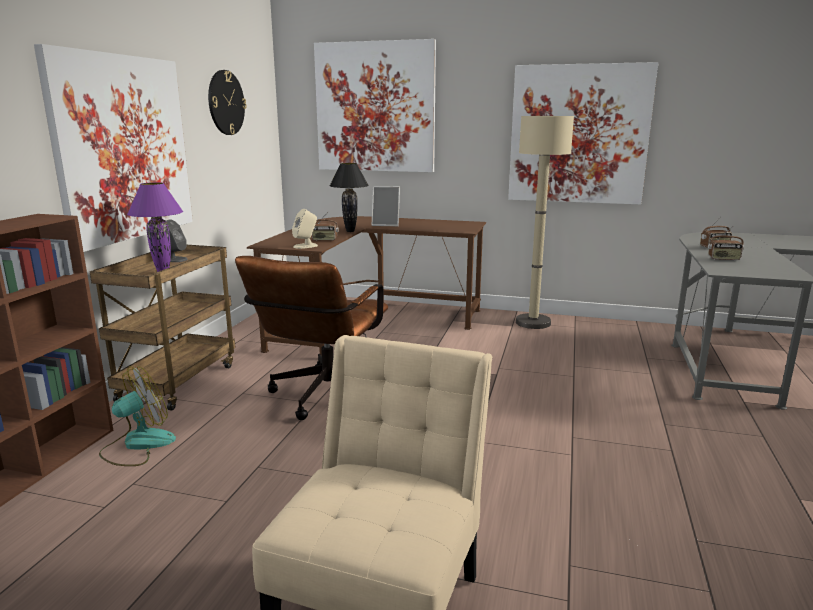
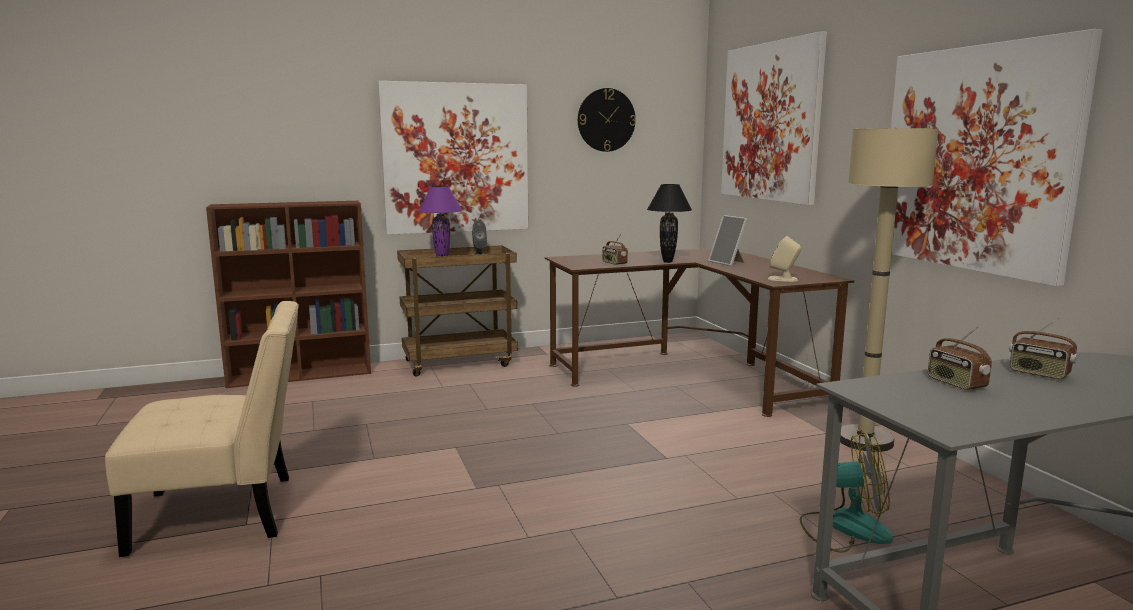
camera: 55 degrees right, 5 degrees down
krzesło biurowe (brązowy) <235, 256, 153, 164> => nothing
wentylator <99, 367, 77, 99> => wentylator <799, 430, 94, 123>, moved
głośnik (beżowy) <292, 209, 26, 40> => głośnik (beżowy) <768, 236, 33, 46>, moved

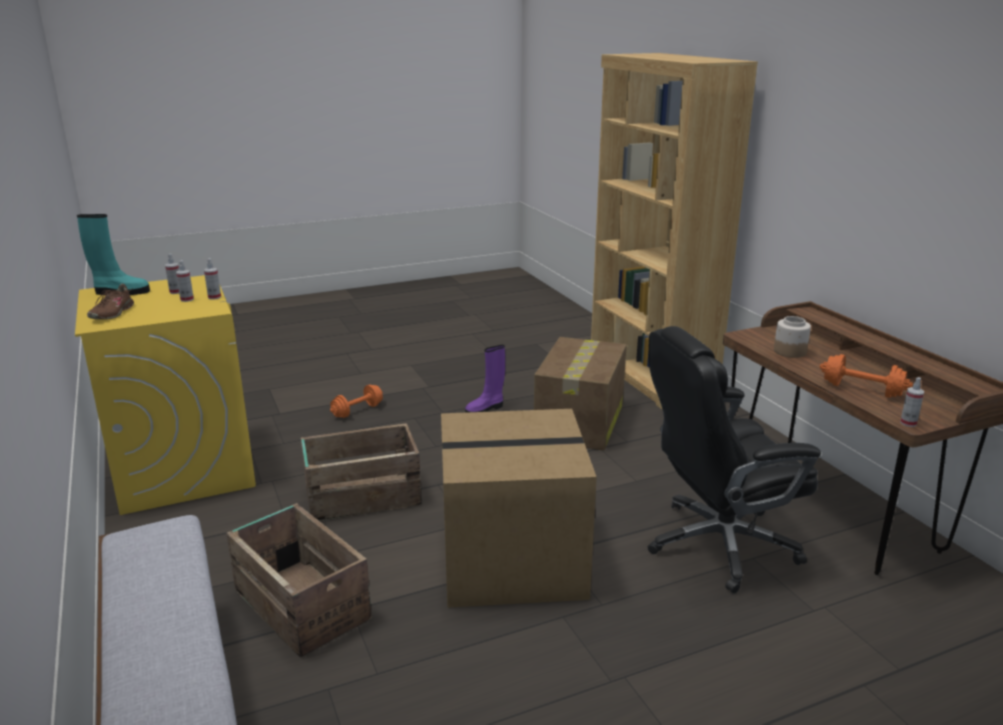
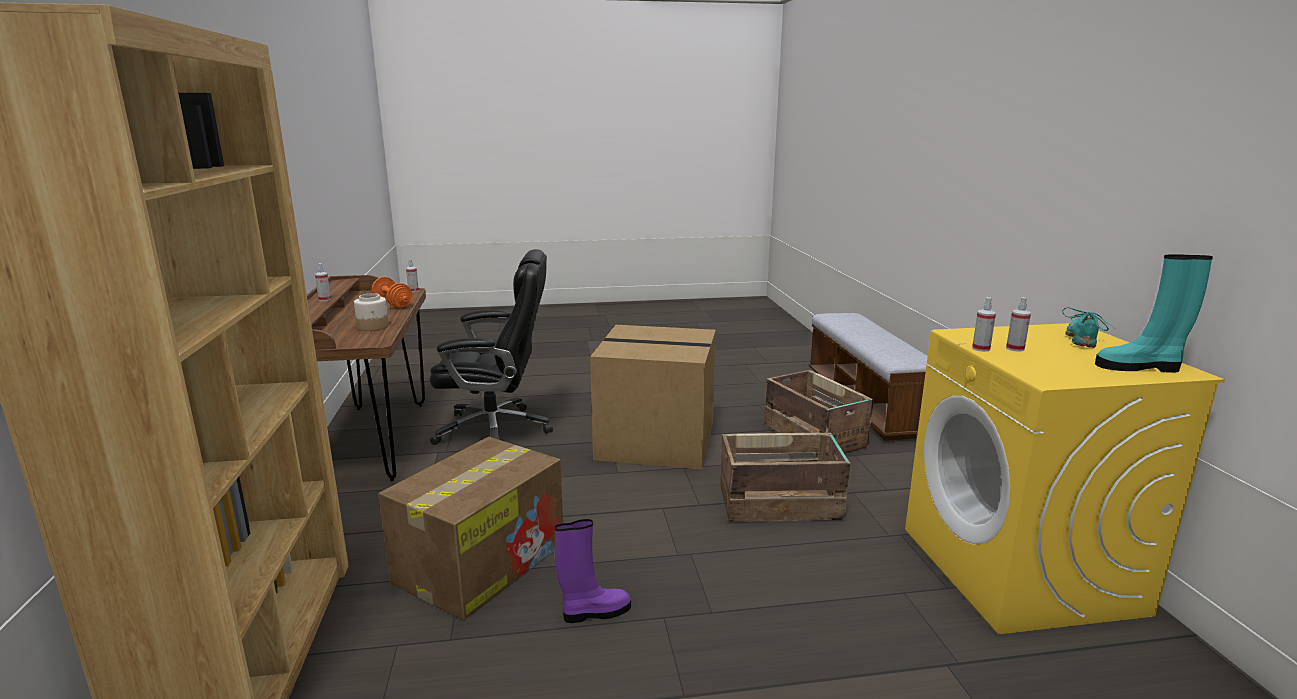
camera: 165 degrees left, 5 degrees down
hantel (pomarańczowy) <330, 385, 53, 33> => nothing
spryskiwacz <165, 254, 14, 40> => spryskiwacz <315, 263, 16, 38>, moved
but (brązowy) <87, 284, 47, 35> => but (turkusowy) <1063, 307, 51, 41>

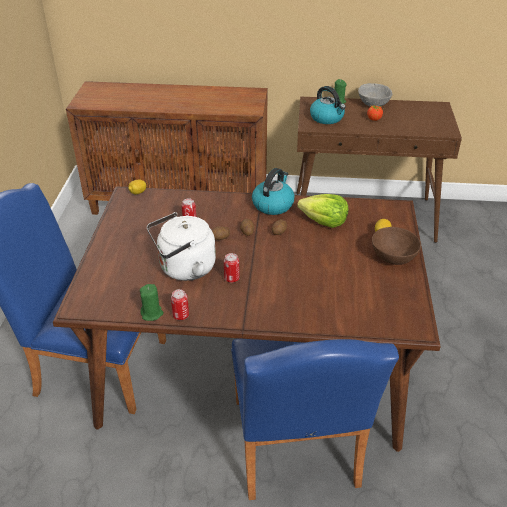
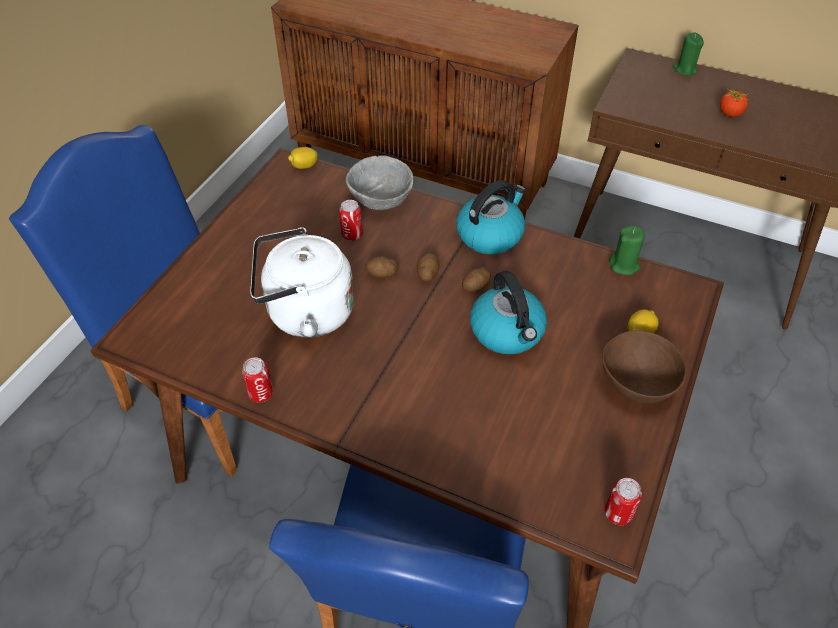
camera: 20 degrees right, 10 degrees up
sałata <297, 194, 52, 34> => nothing
świeca (zielony) <140, 284, 23, 37> => świeca (zielony) <609, 225, 36, 50>, moved
puszka <224, 253, 16, 30> => puszka <605, 478, 37, 47>, moved
czajnik <310, 86, 36, 38> => czajnik <470, 271, 77, 83>, moved
miska (szary) <358, 83, 35, 24> => miska (szary) <346, 156, 67, 54>, moved

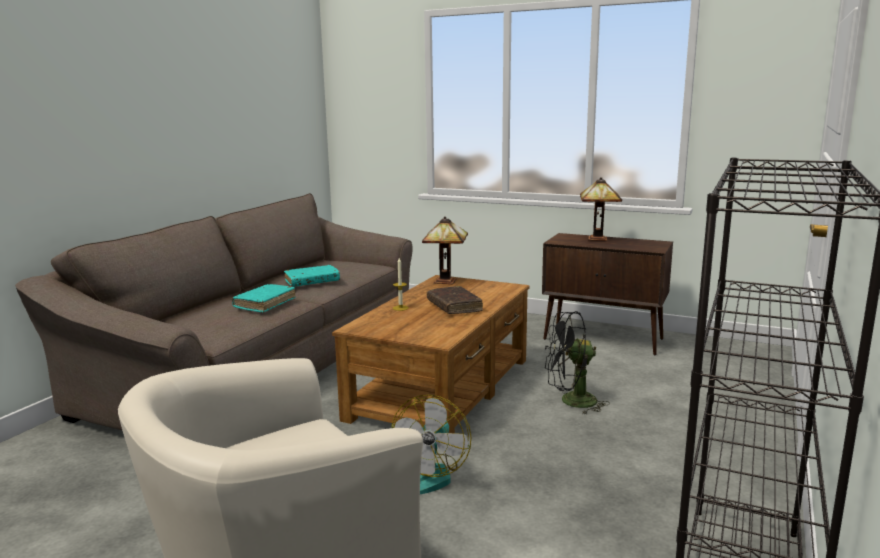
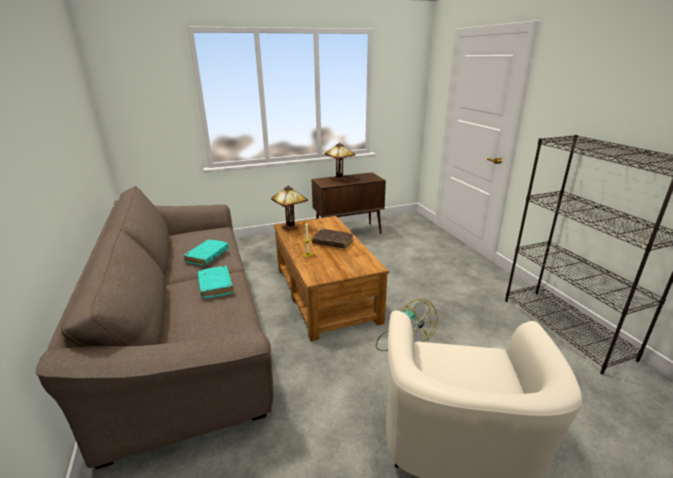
camera: 45 degrees left, 10 degrees up
wentylator (czarny) <544, 311, 66, 104> => nothing

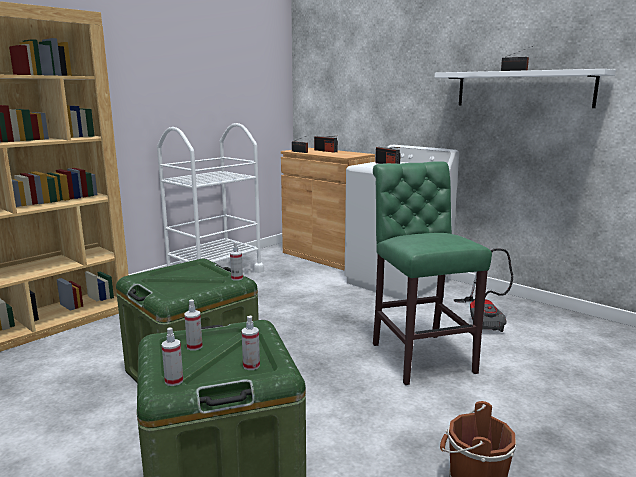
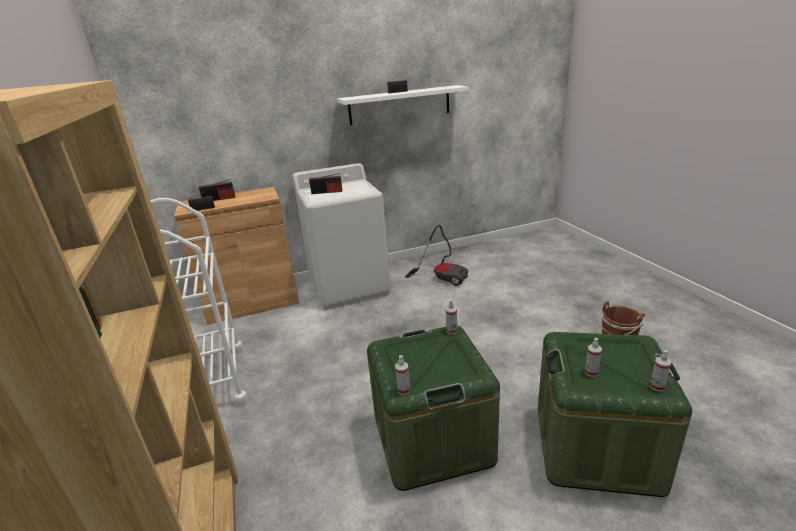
camera: 60 degrees left, 10 degrees up
stołek (zielony) <373, 161, 119, 224> => nothing
spryskiwacz <241, 316, 19, 54> => spryskiwacz <395, 355, 15, 40>, moved

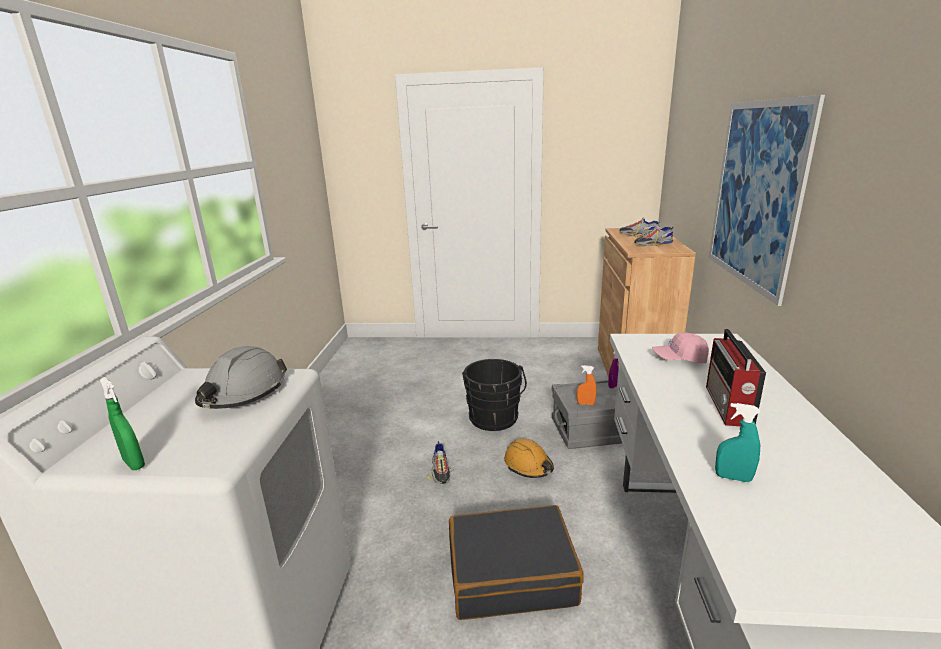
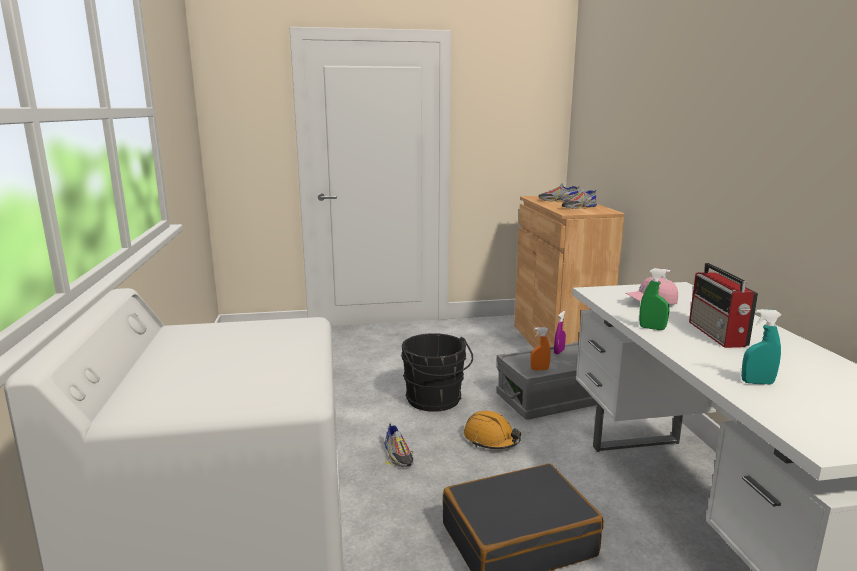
camera: 15 degrees left, 5 degrees down
kask (szary) <195, 346, 92, 63> => nothing
obraz <709, 95, 116, 211> => nothing
spryskiwacz (zielony) <100, 377, 45, 93> => spryskiwacz (zielony) <639, 268, 31, 62>, moved

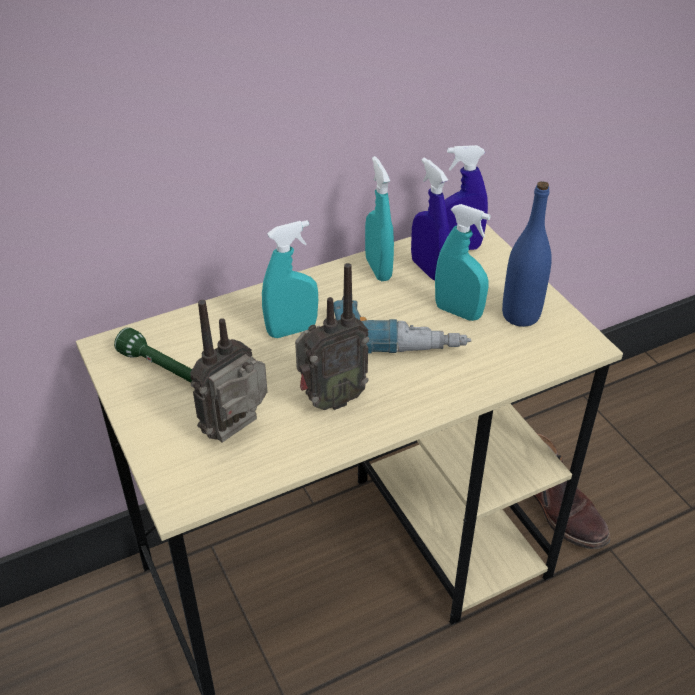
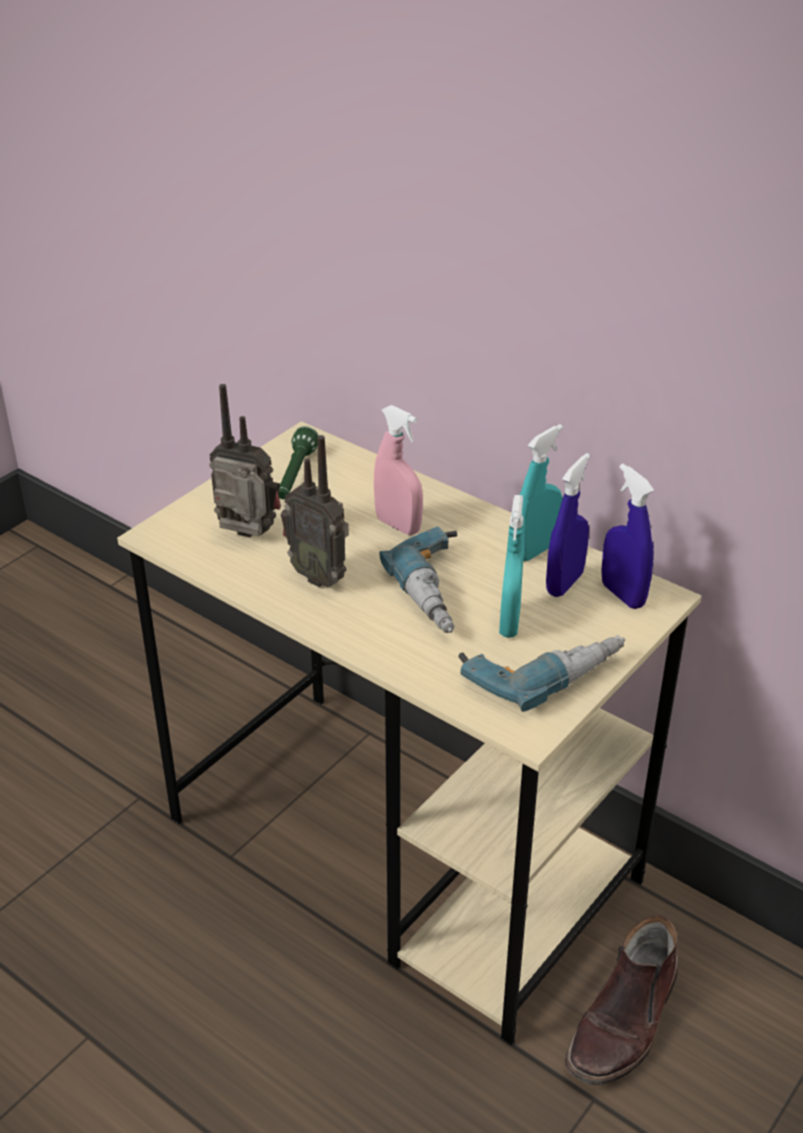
camera: 65 degrees right, 5 degrees down
butelka (niebieski) <502, 181, 50, 146> => wiertarka <458, 636, 167, 76>
spryskiwacz (turkusowy) <262, 220, 56, 118> => spryskiwacz (różowy) <374, 405, 49, 130>

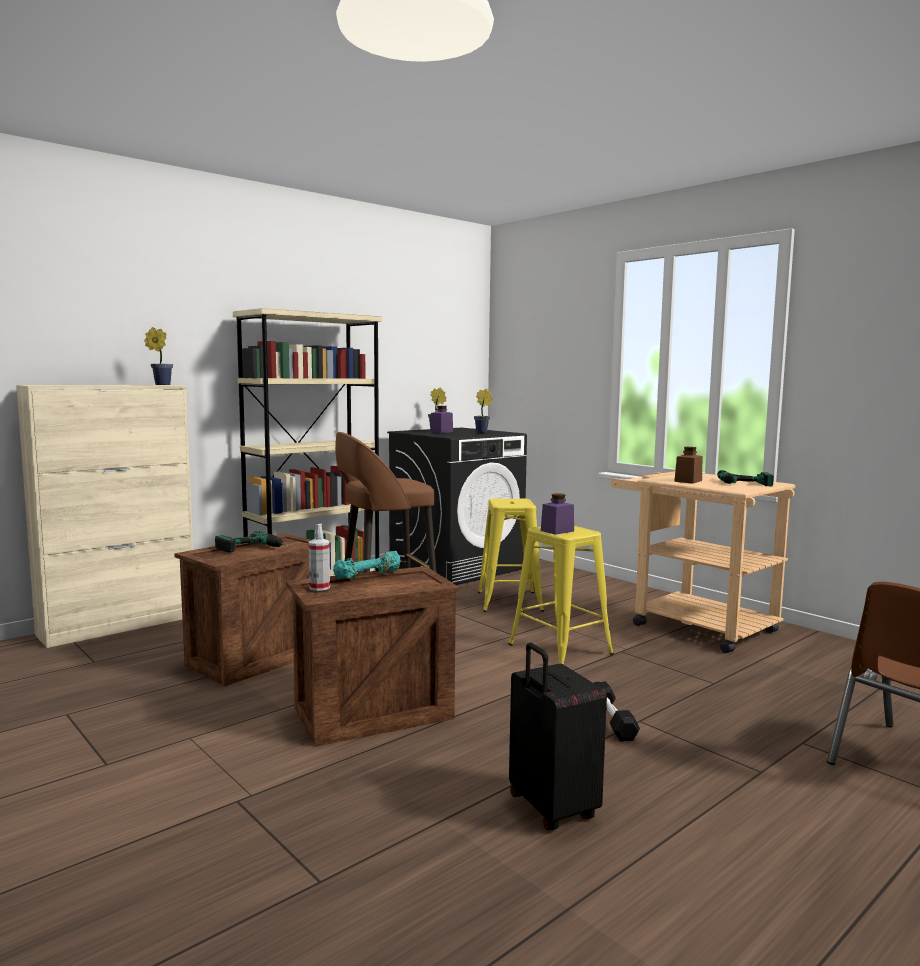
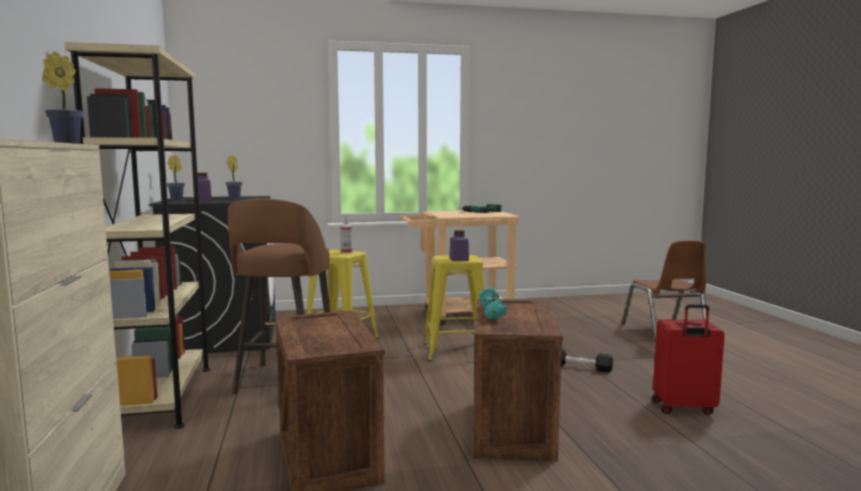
camera: 60 degrees left, 0 degrees up
wiertarka <215, 531, 72, 21> => nothing
słoik (brązowy) <674, 447, 28, 37> => nothing
spryskiwacz <309, 524, 21, 67> => spryskiwacz <340, 215, 12, 39>, moved
walizka (czarny) <509, 642, 98, 188> => walizka (czerwony) <652, 304, 73, 111>

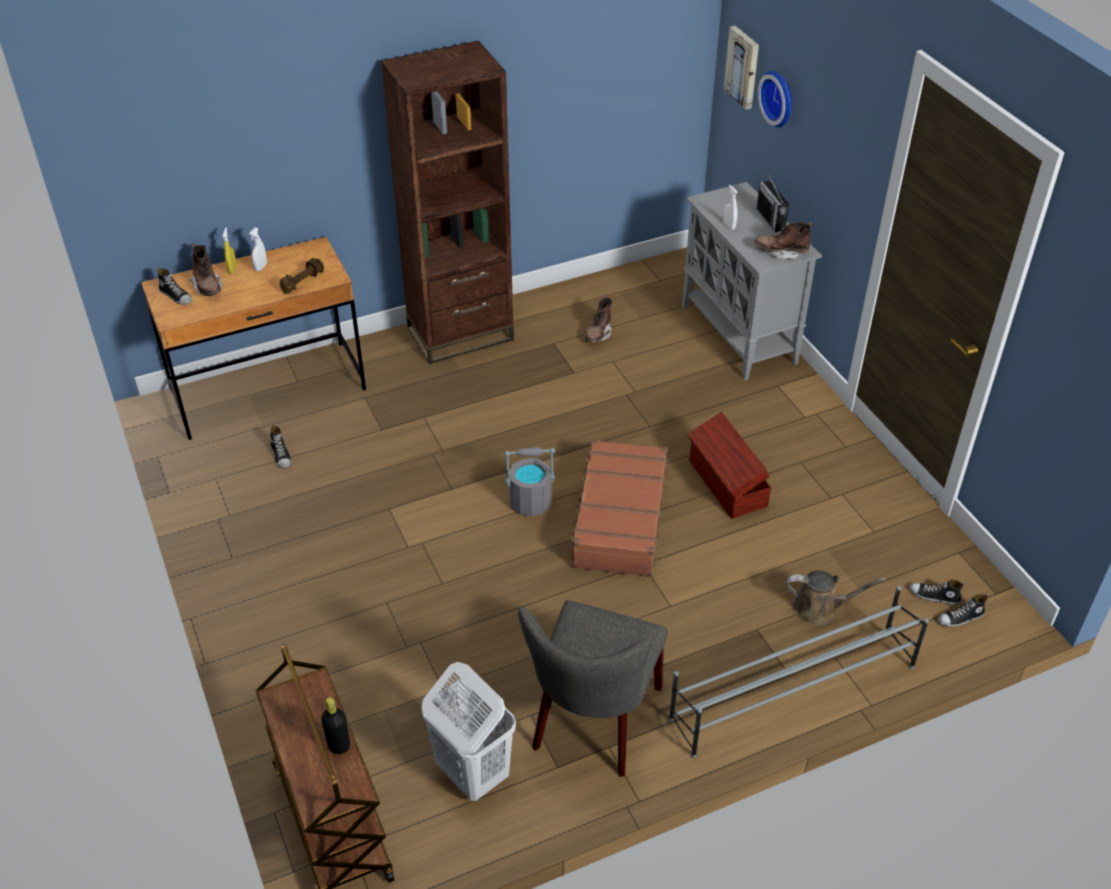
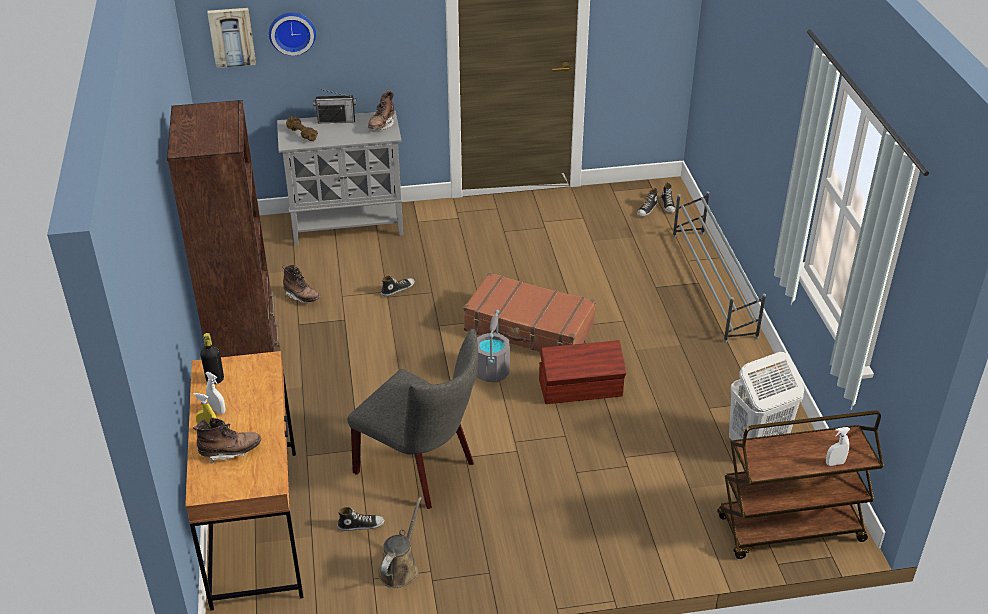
camera: 75 degrees left, 5 degrees down
but <157, 268, 35, 37> => but <381, 276, 34, 20>, moved
hantel (brązowy) <280, 258, 44, 36> => hantel (brązowy) <286, 116, 32, 25>, moved
butelka (czarny) <321, 697, 29, 57> => butelka (czarny) <200, 333, 24, 51>, moved
krzesło (szary) <518, 600, 150, 177> => krzesło (szary) <347, 329, 131, 180>, moved
pojemnik do przechowywania (brązowy) <687, 412, 84, 107> => pojemnik do przechowywania (brązowy) <539, 340, 87, 64>, moved
spryskiwacz (biały) <723, 185, 14, 45> => spryskiwacz (biały) <826, 427, 25, 39>, moved
konewka (brązowy) <786, 570, 100, 55> => konewka (brązowy) <378, 497, 44, 91>, moved

